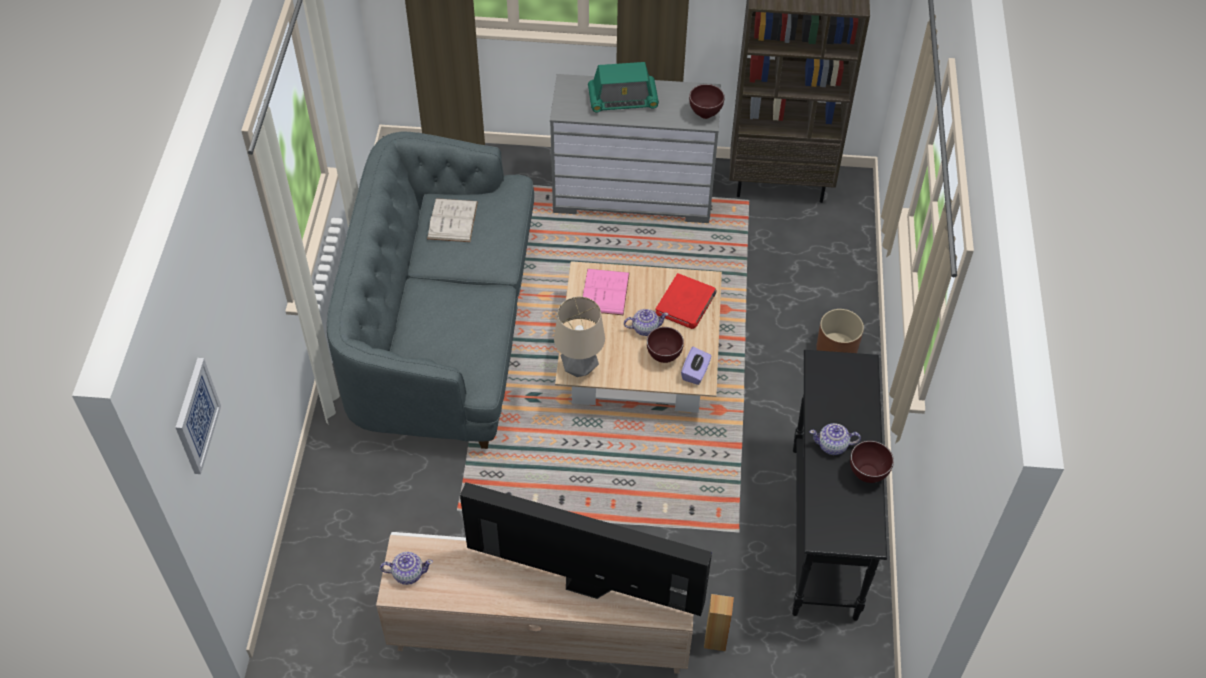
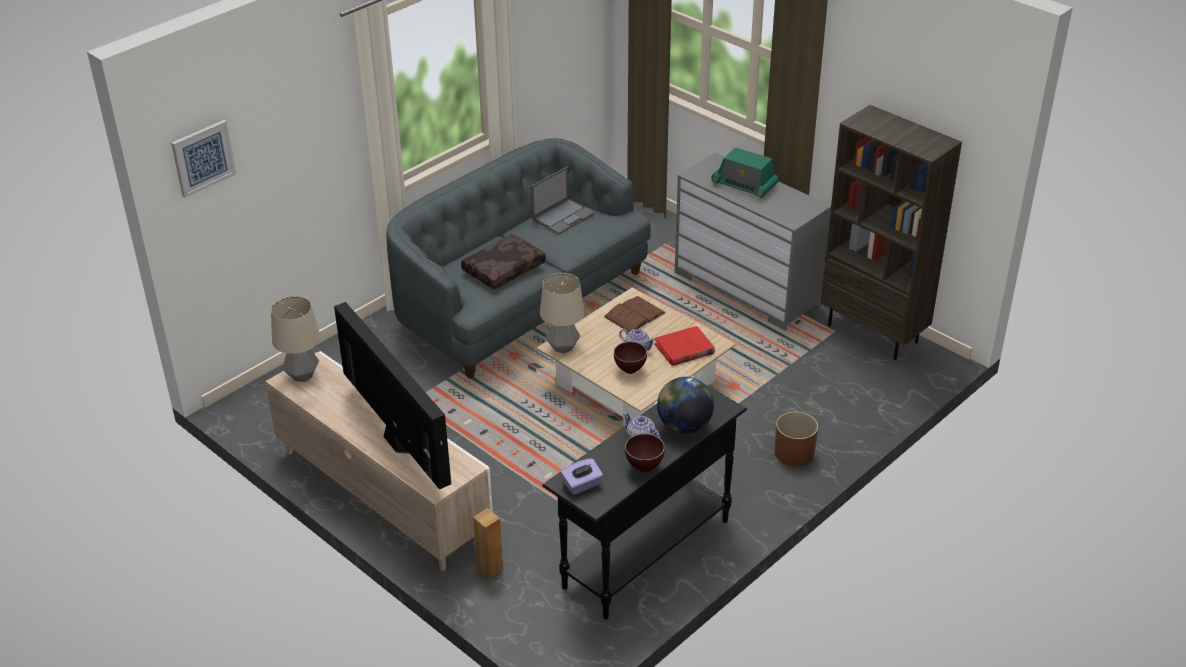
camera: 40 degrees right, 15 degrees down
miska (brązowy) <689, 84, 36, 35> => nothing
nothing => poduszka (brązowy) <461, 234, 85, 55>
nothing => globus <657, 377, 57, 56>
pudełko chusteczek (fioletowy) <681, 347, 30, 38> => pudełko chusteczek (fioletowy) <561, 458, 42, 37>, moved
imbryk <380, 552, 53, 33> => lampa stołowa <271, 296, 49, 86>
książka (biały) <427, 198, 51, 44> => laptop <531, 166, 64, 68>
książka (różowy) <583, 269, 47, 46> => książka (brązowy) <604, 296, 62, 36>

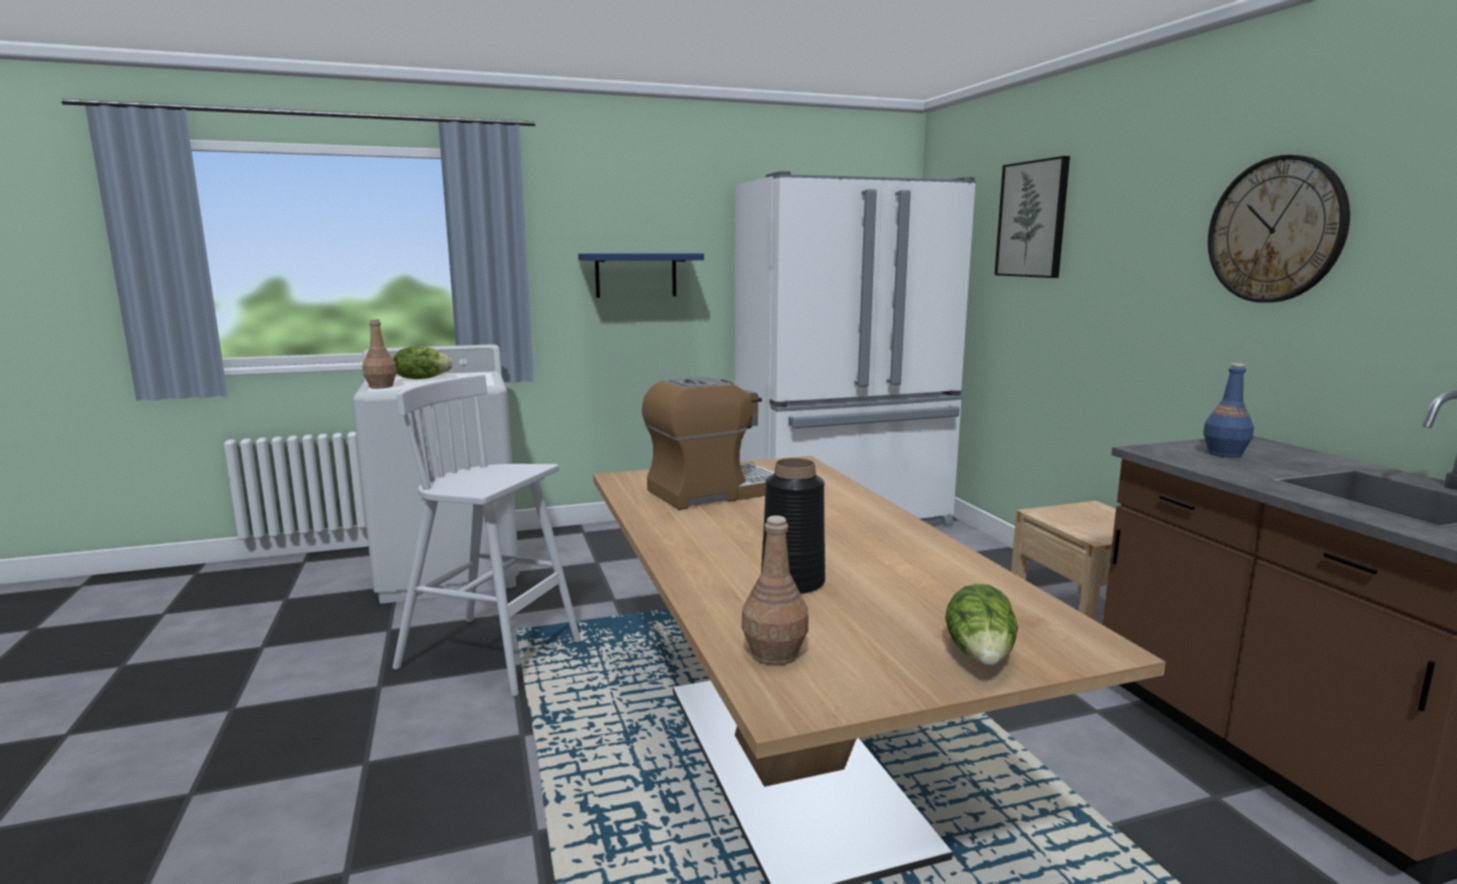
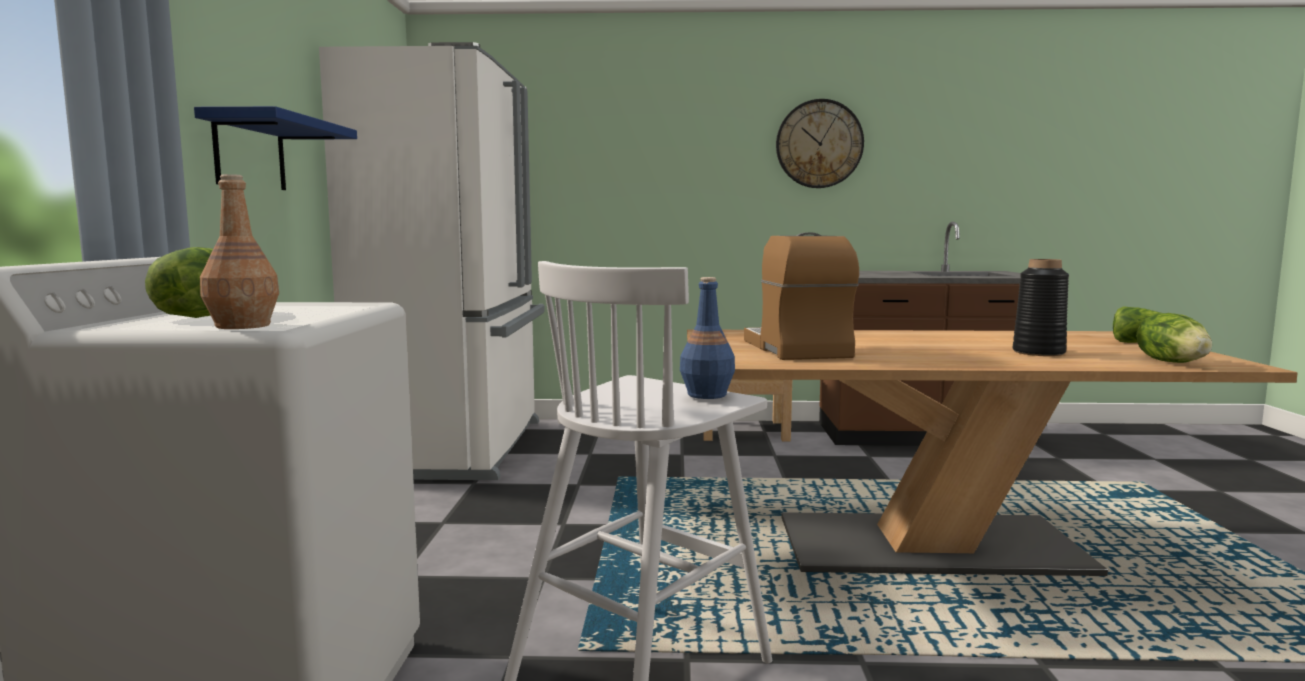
camera: 70 degrees left, 5 degrees down
obraz <995, 156, 75, 122> => nothing
butelka (niebieski) <1203, 363, 51, 95> => butelka (niebieski) <680, 277, 55, 122>, moved
butelka (brązowy) <741, 515, 68, 150> => sałata <1136, 313, 76, 50>

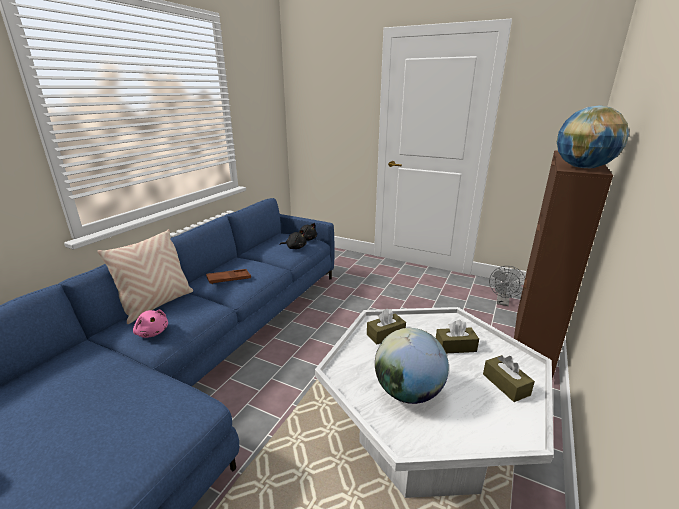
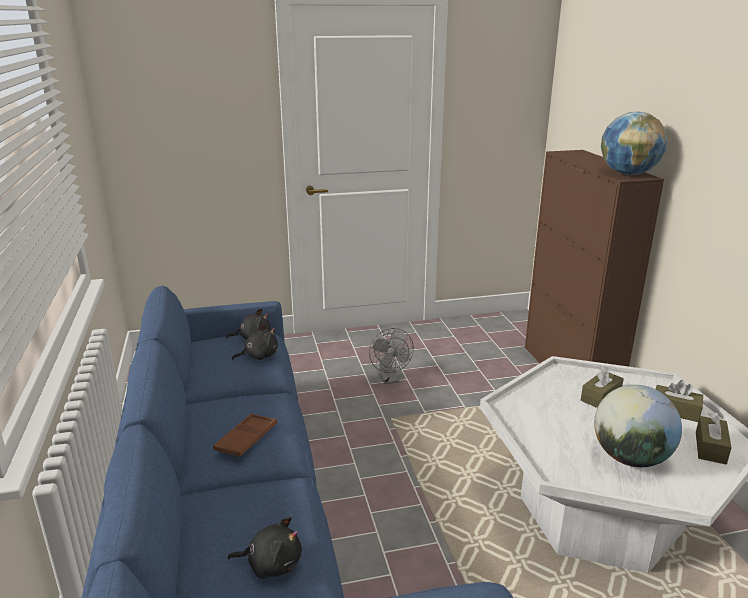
camera: 40 degrees left, 0 degrees up
poduszka (beżowy) <97, 229, 96, 95> => nothing
pudełko chusteczek (brązowy) <367, 308, 39, 37> => pudełko chusteczek (brązowy) <696, 413, 36, 51>, moved
wentylator (szary) <489, 266, 36, 40> => wentylator (szary) <369, 328, 45, 56>, moved
pluszak (różowy) <133, 310, 35, 28> => pluszak (czarny) <227, 517, 75, 62>

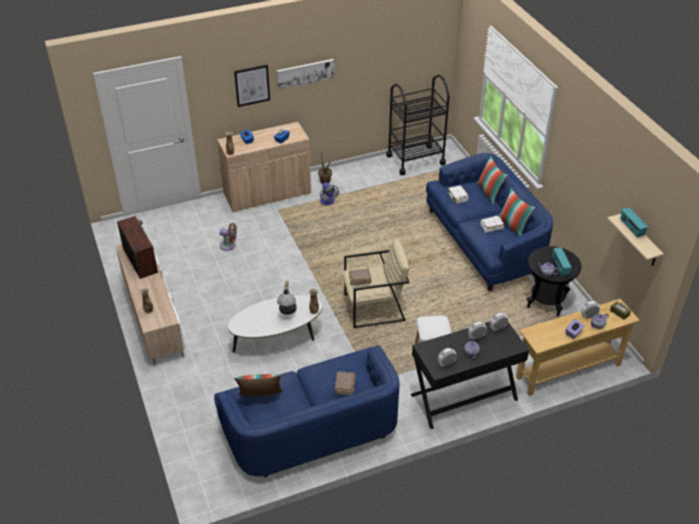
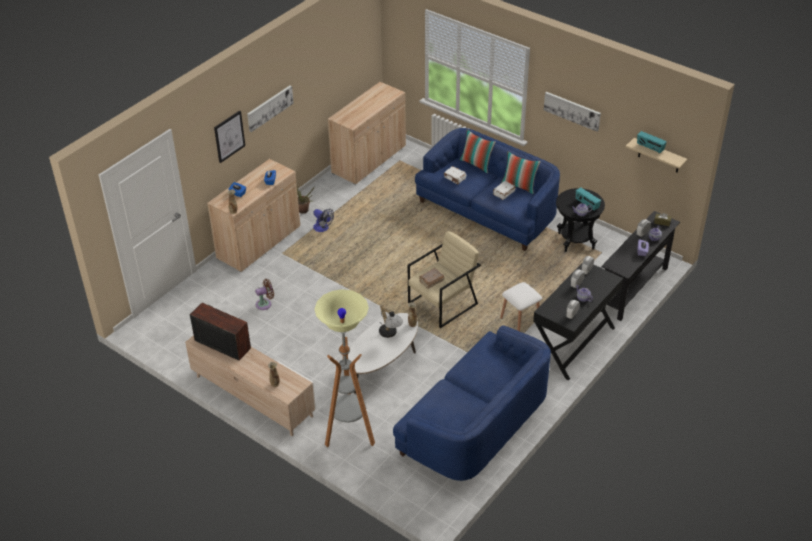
camera: 30 degrees left, 0 degrees up
poduszka <234, 374, 49, 22> => nothing
książka (brązowy) <335, 371, 20, 24> => nothing
nothing => lampa stojąca <315, 289, 60, 158>
nothing => obraz <544, 92, 57, 40>
wózek (czarny) <386, 75, 64, 100> => szafka (beżowy) <328, 82, 78, 103>
stolik konsolowy (beżowy) <516, 299, 124, 97> => stolik konsolowy (czarny) <600, 211, 80, 110>

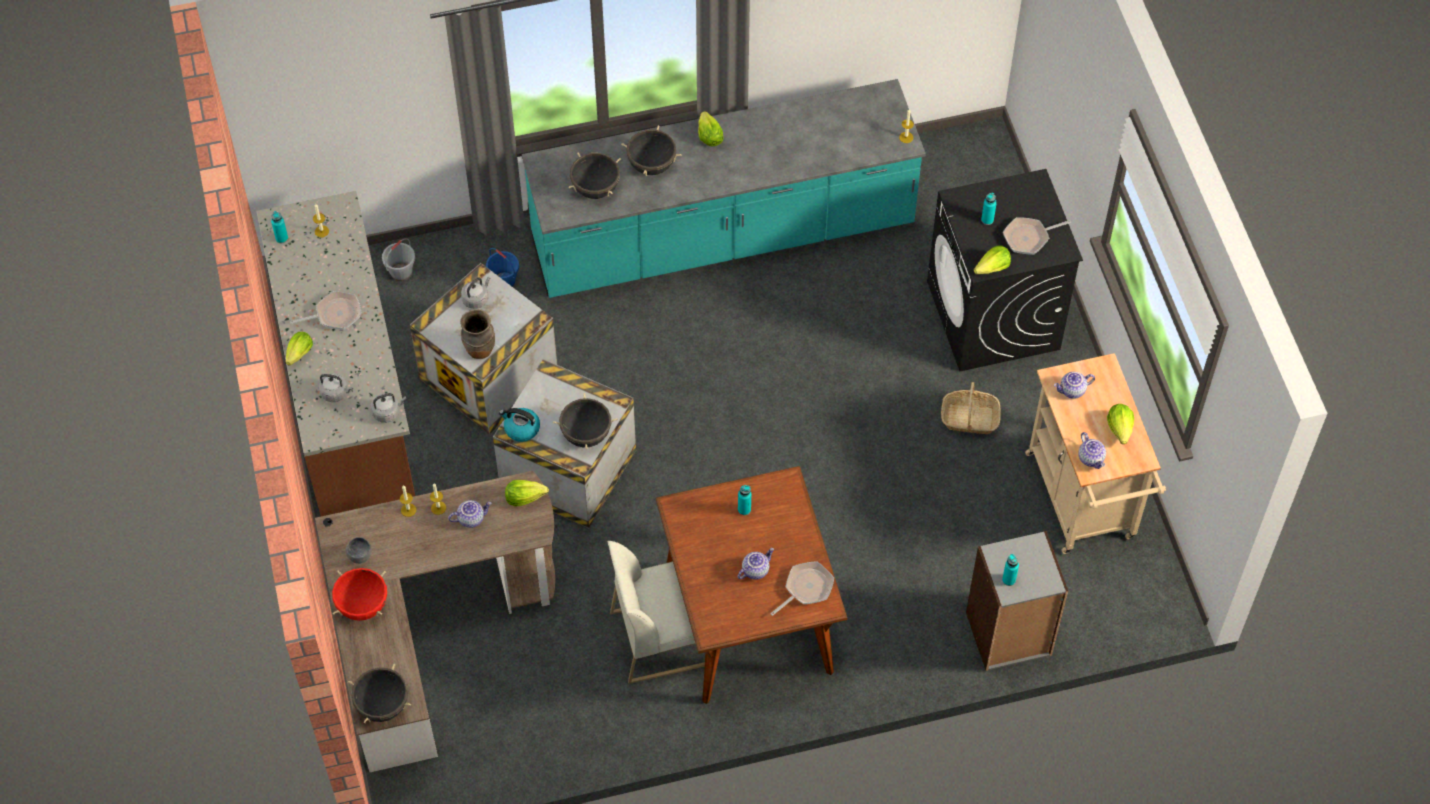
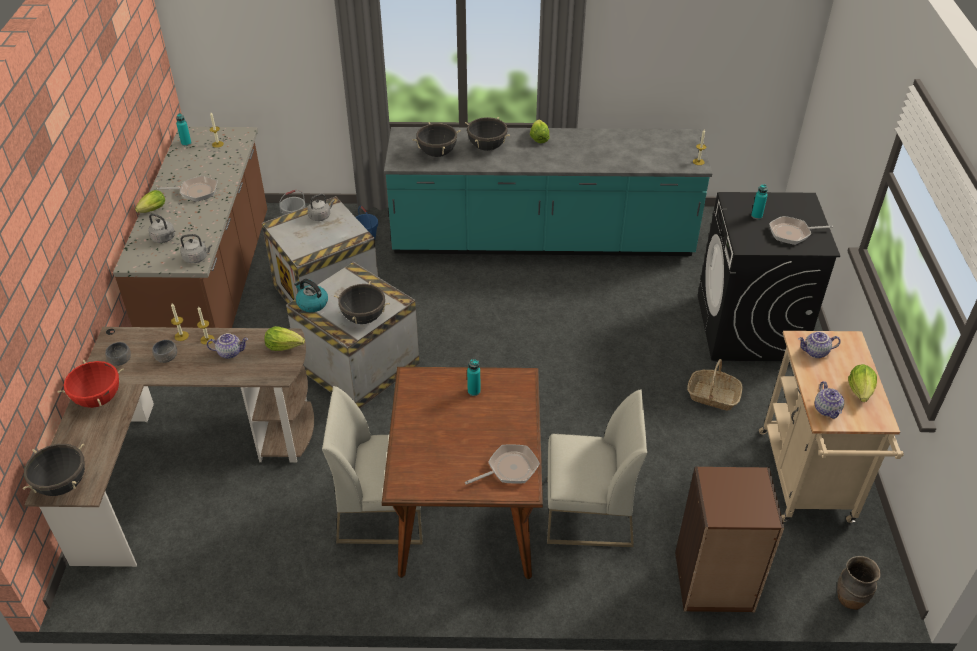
camera: 15 degrees right, 15 degrees down
imbryk <738, 548, 36, 32> => nothing
sałata <974, 246, 37, 28> => nothing
butelka (turkusowy) <1002, 554, 17, 32> => nothing
nothing => miska (szary) <152, 340, 25, 23>
nothing => krzesło (biały) <547, 389, 100, 158>
wazon (brązowy) <460, 309, 35, 50> => wazon (brązowy) <837, 556, 44, 54>, moved
regał (szary) <966, 531, 102, 140> => regał (brązowy) <675, 466, 109, 146>

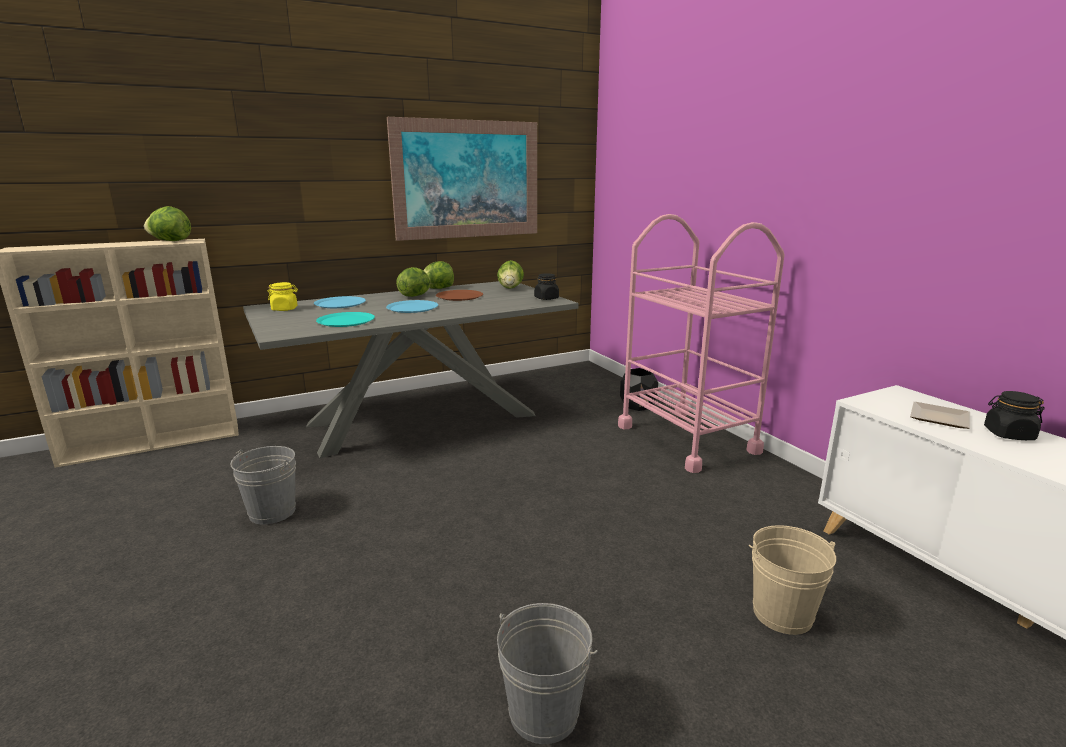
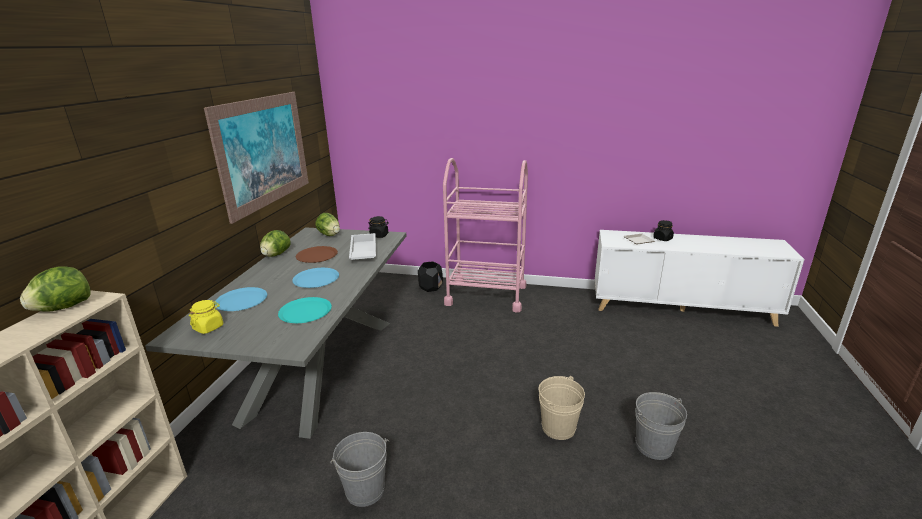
camera: 50 degrees left, 5 degrees up
sałata <396, 267, 34, 30> => nothing
nothing => taca (biały) <349, 233, 27, 27>
wiadro (beżowy) <749, 525, 87, 110> => wiadro (beżowy) <538, 376, 47, 64>, moved

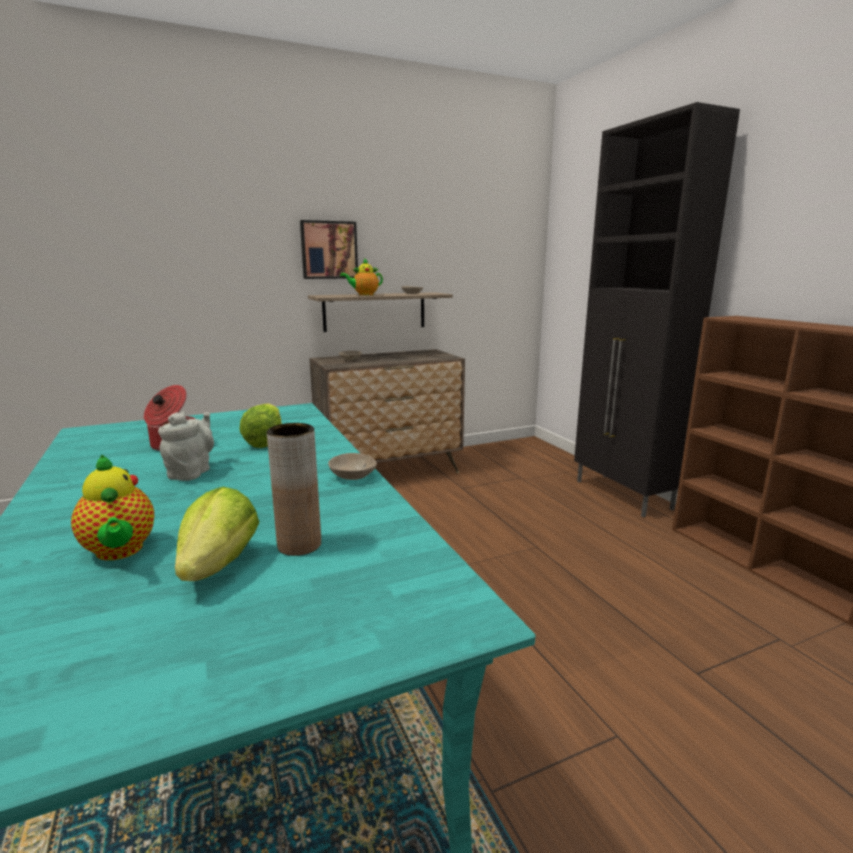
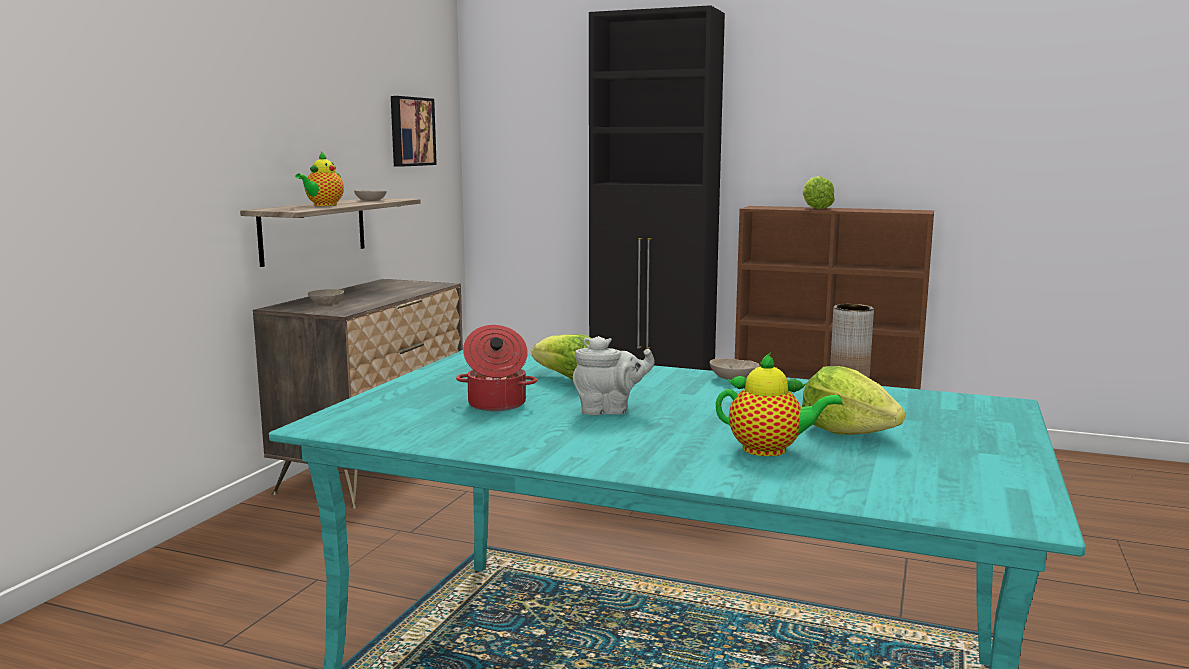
camera: 45 degrees left, 5 degrees down
nothing => sałata <803, 176, 32, 33>
obraz <300, 220, 58, 59> => obraz <391, 96, 46, 71>, moved
imbryk (szary) <158, 411, 56, 70> => imbryk (szary) <573, 336, 82, 79>, 120 degrees clockwise

